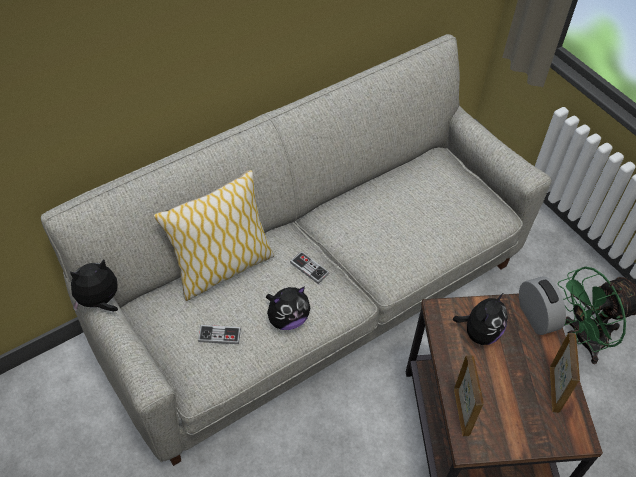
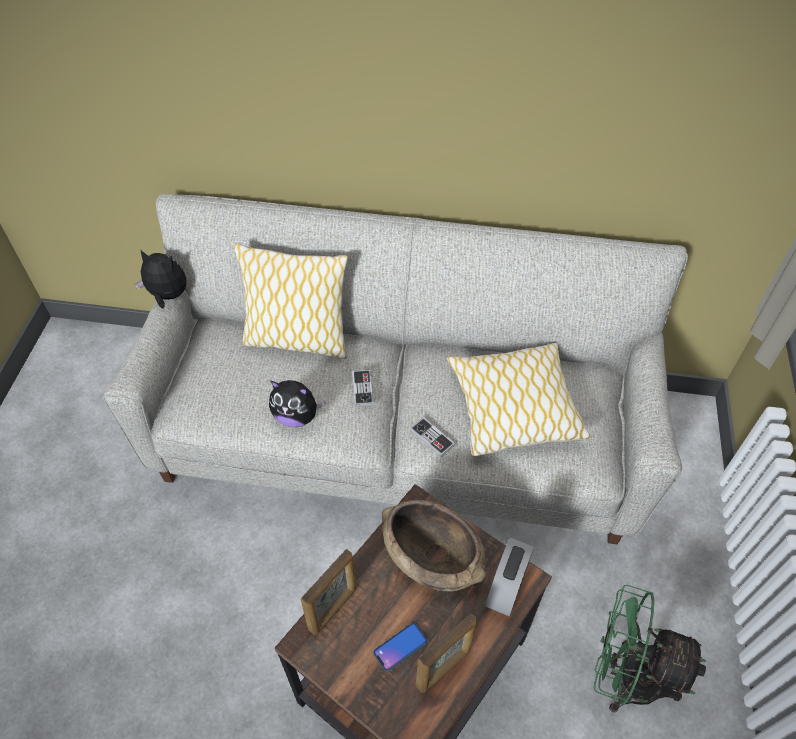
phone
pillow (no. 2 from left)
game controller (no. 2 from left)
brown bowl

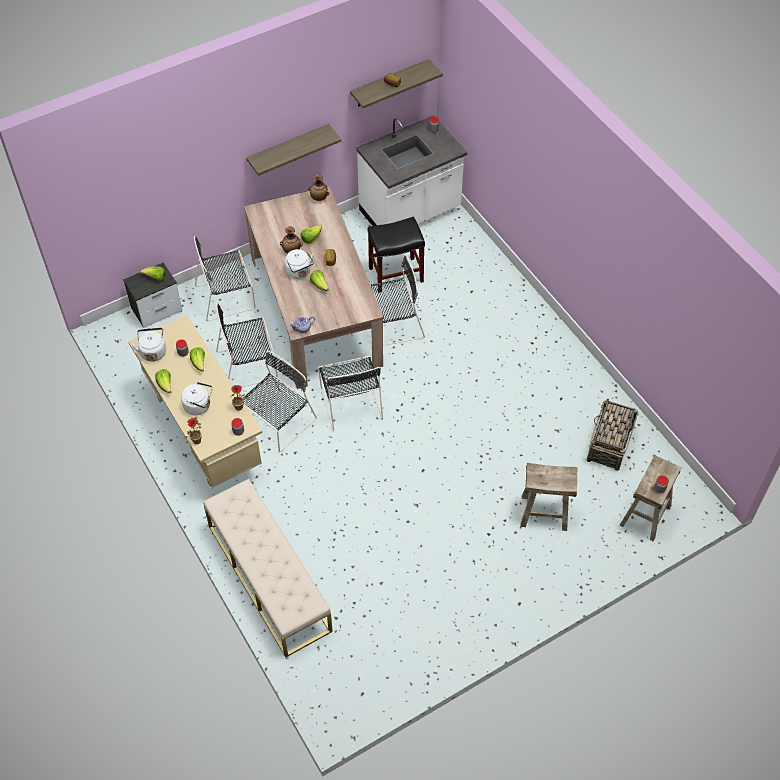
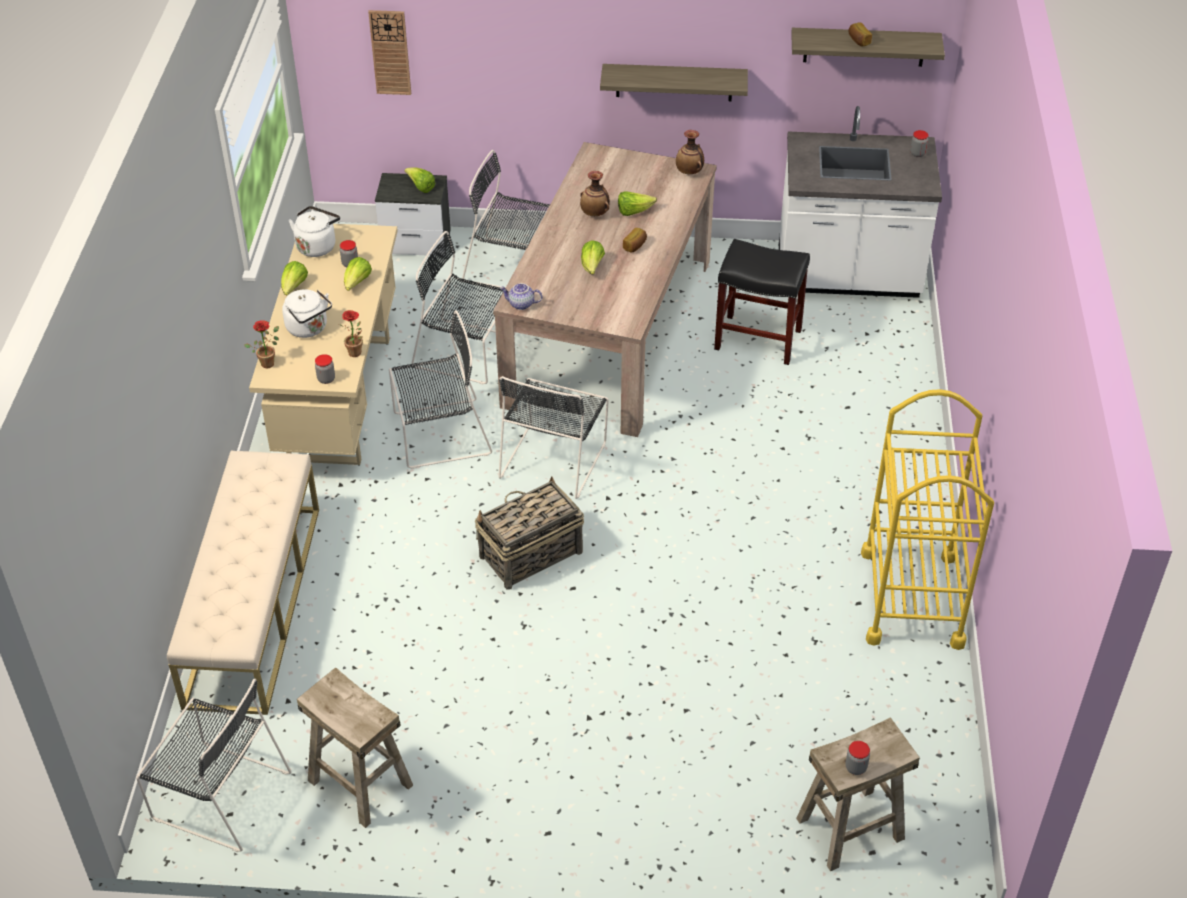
white kettle (no. 3 from left in the first image)
wall clock
yellow cart
black chair (no. 1 from left)
beige stool (no. 1 from left)
basket

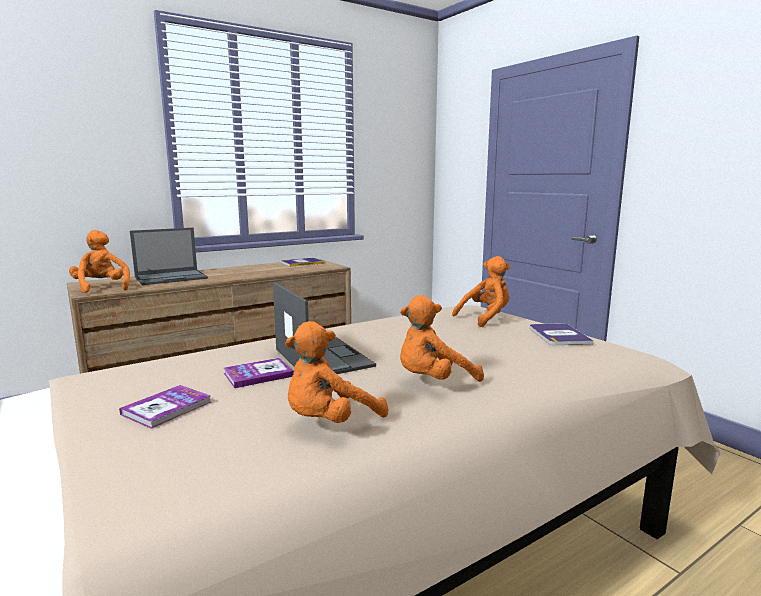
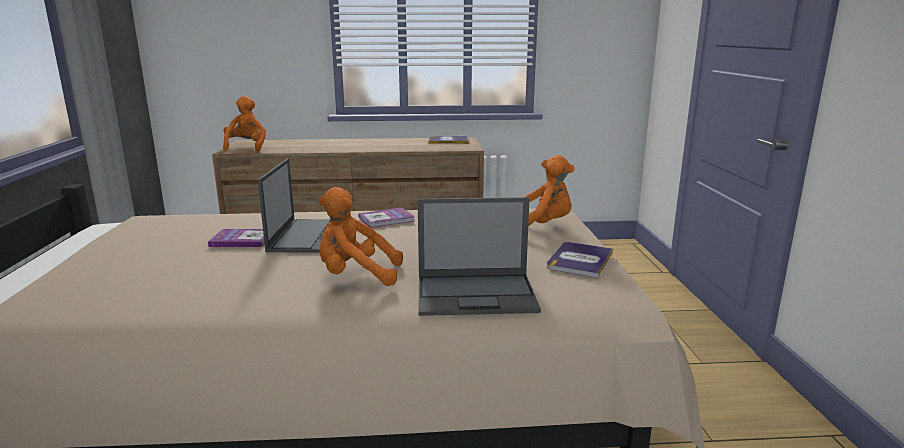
orange plush toy (no. 2 from left in the first image)
book (no. 2 from left)
laptop (no. 2 from left)

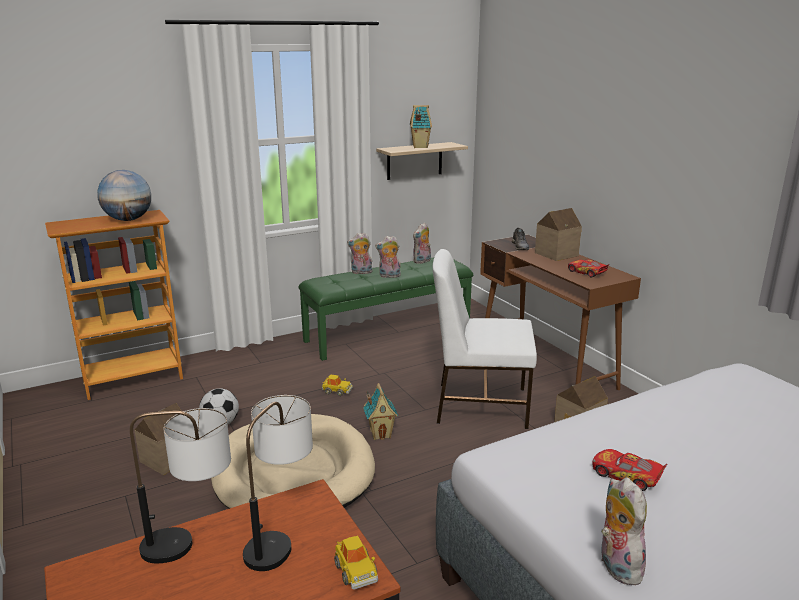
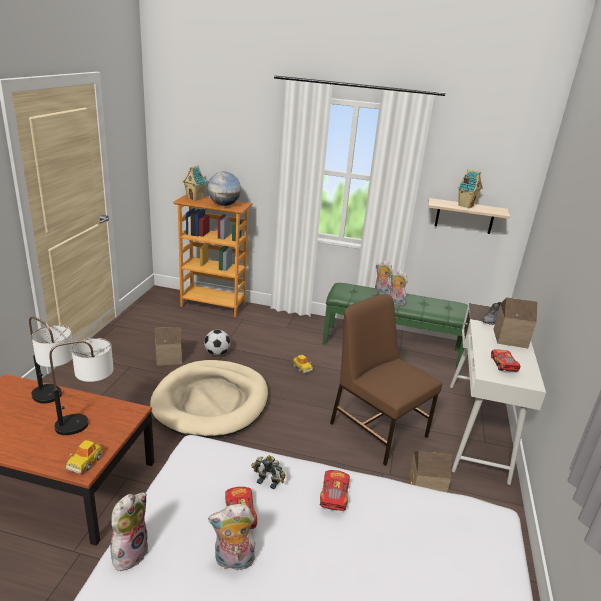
toy robot
toy car (no. 4 from left)
toy house (no. 2 from left)
plush toy (no. 2 from left)
brown chair
white desk

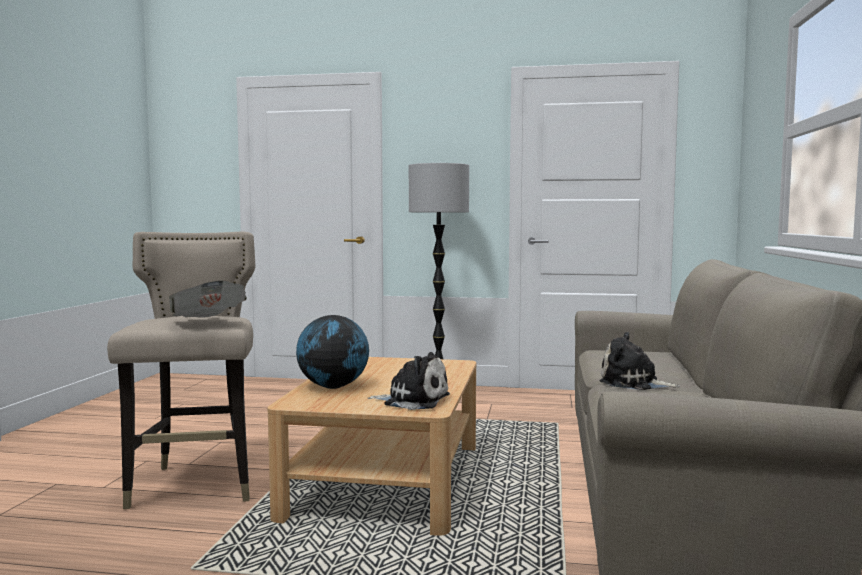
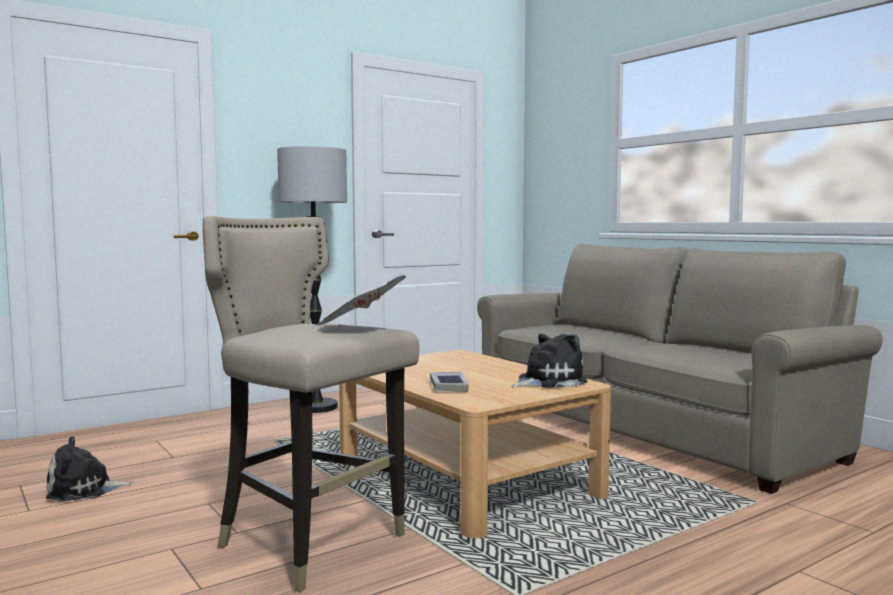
plush toy (no. 1 from left)
book

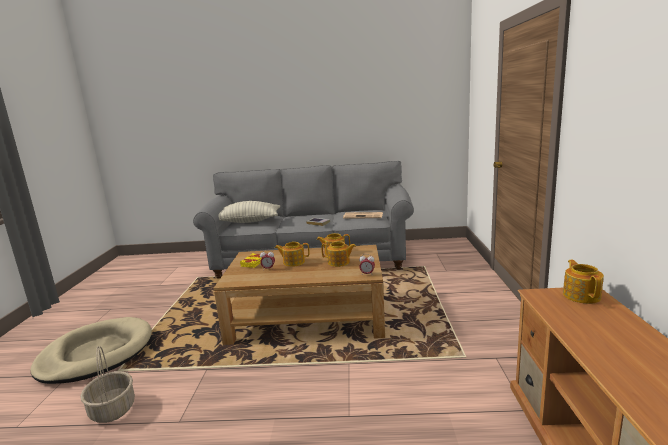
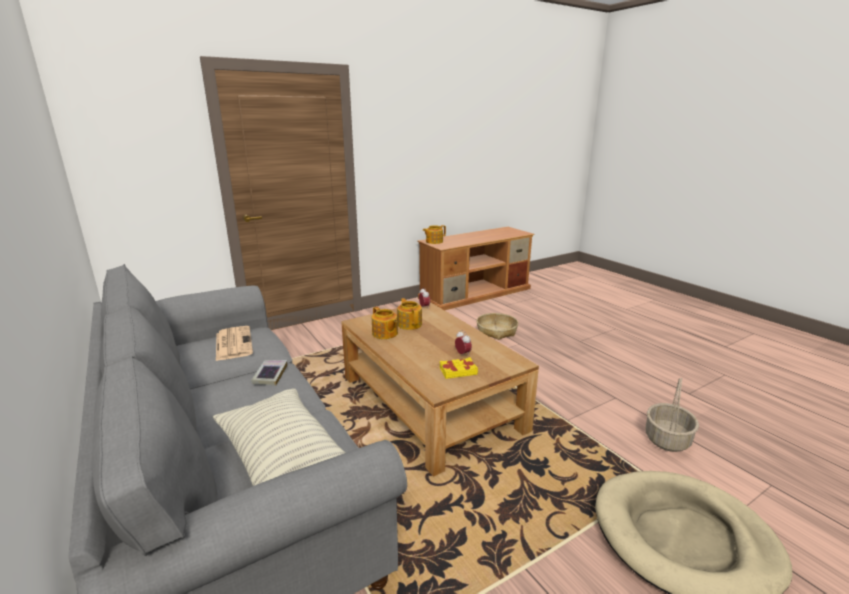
teapot (no. 1 from left in the first image)
basket (no. 1 from left)

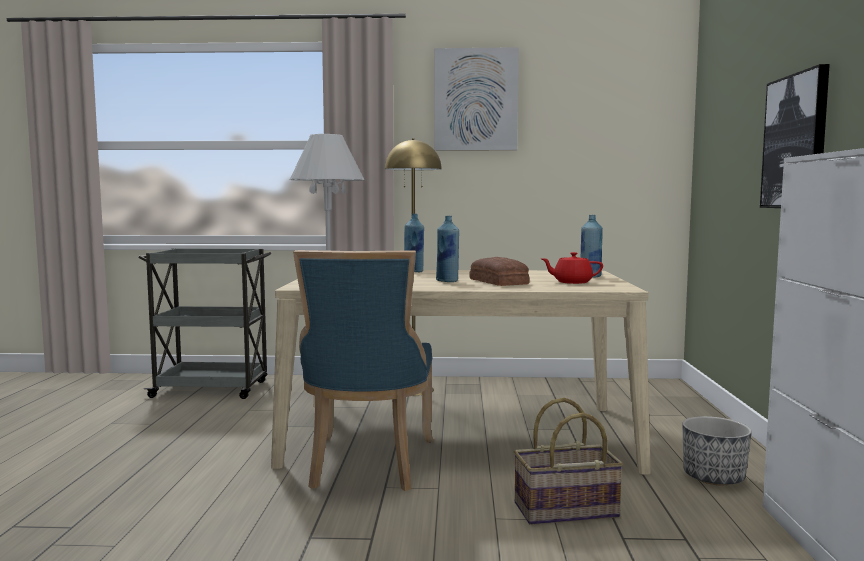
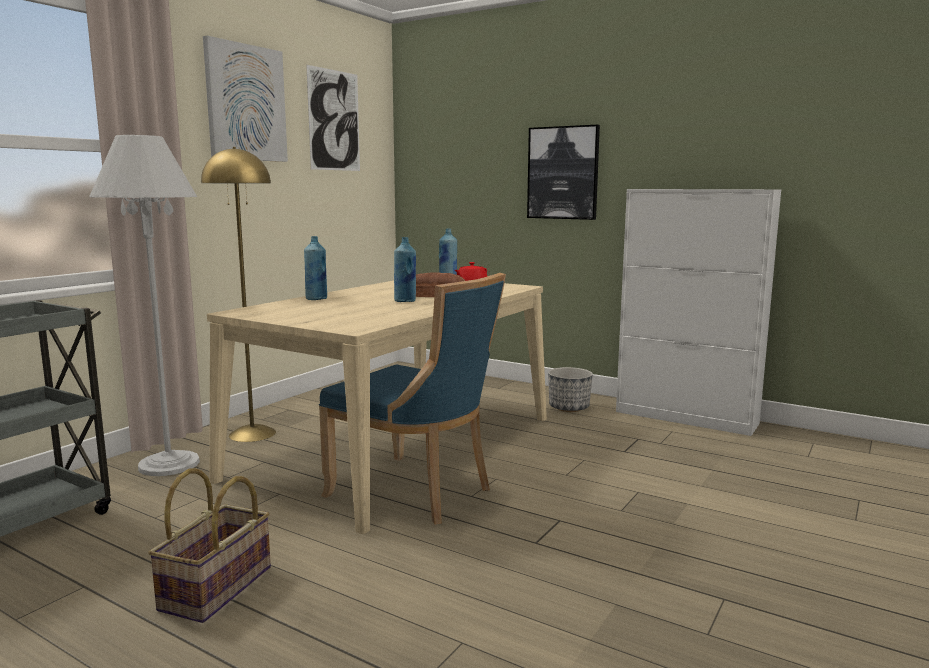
picture (no. 2 from left)
basket

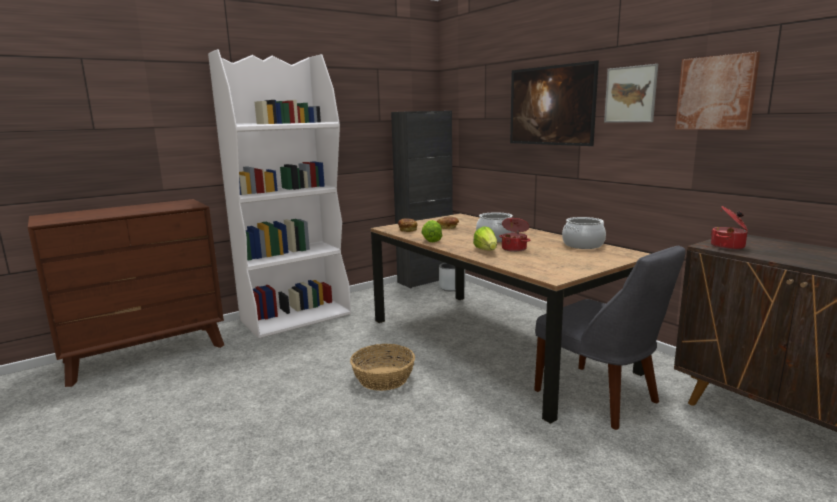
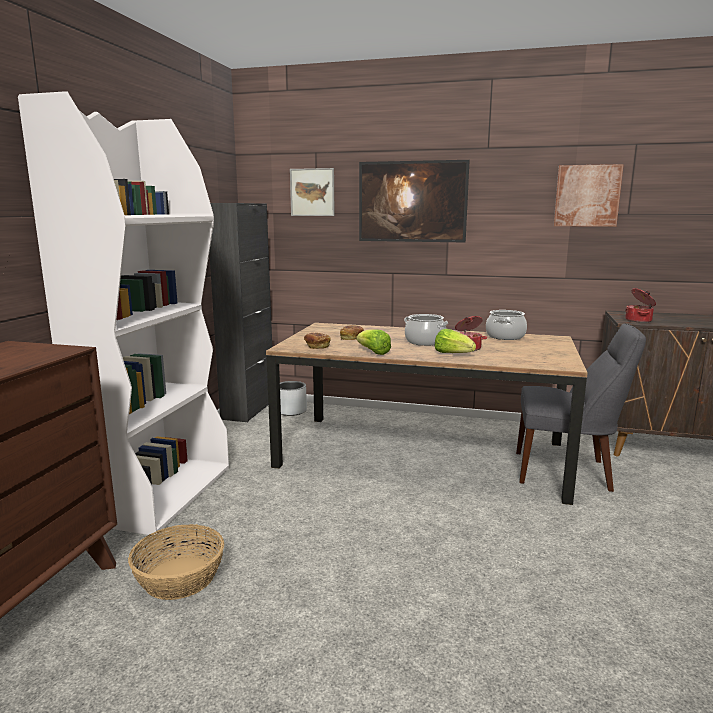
basket
picture (no. 1 from left)

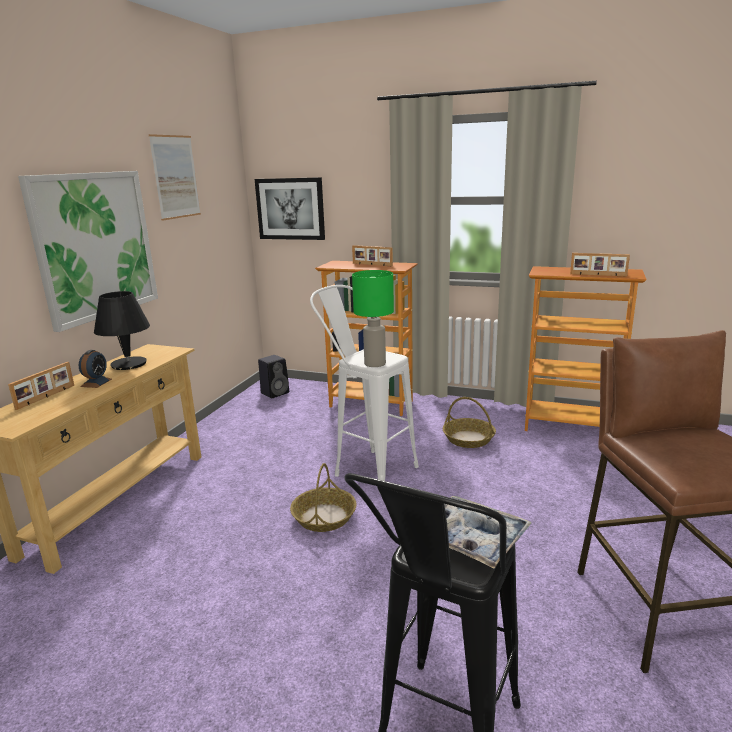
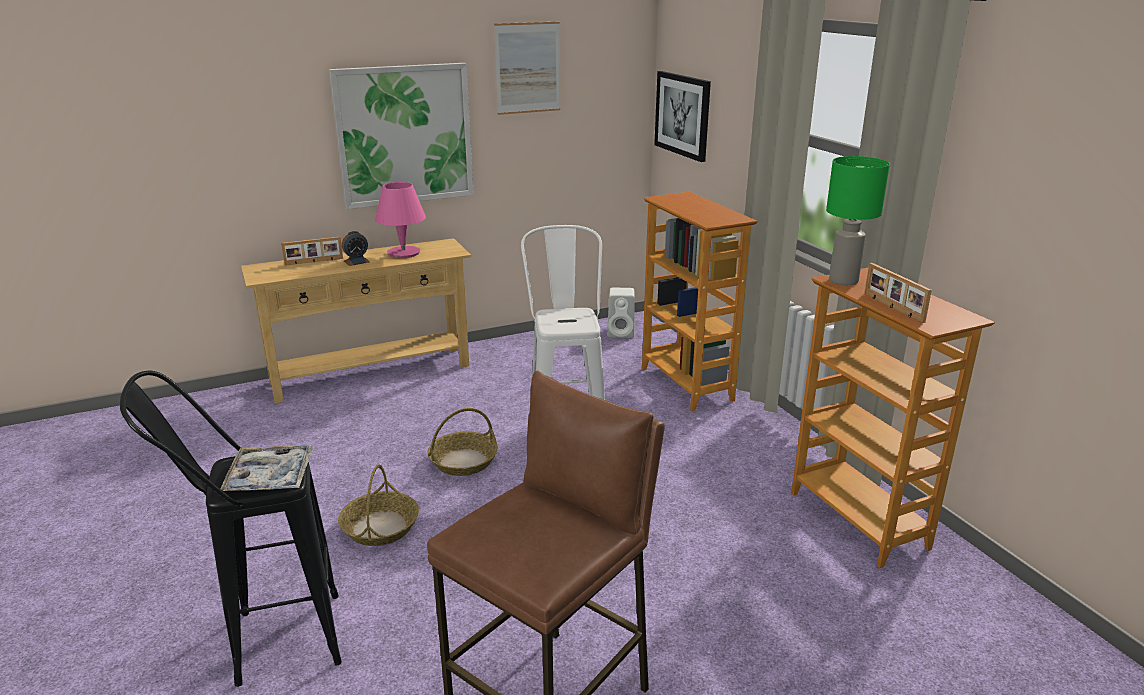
picture frame (no. 2 from left in the first image)
green table lamp
basket (no. 1 from left)
pink table lamp
white speaker

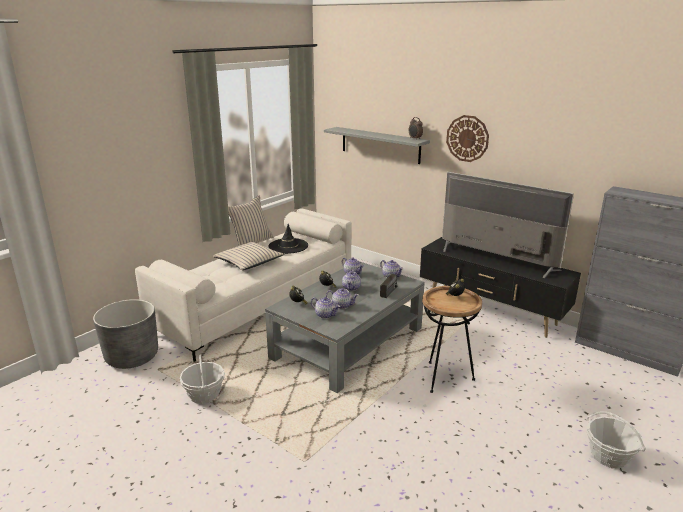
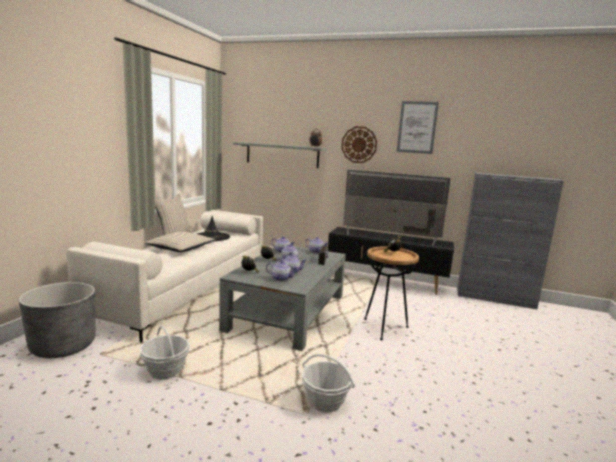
picture
basket (no. 2 from left)

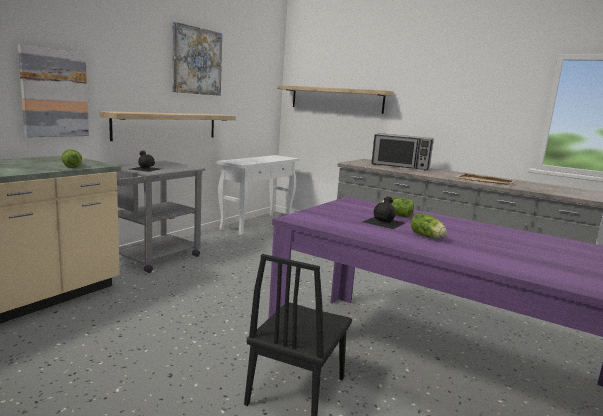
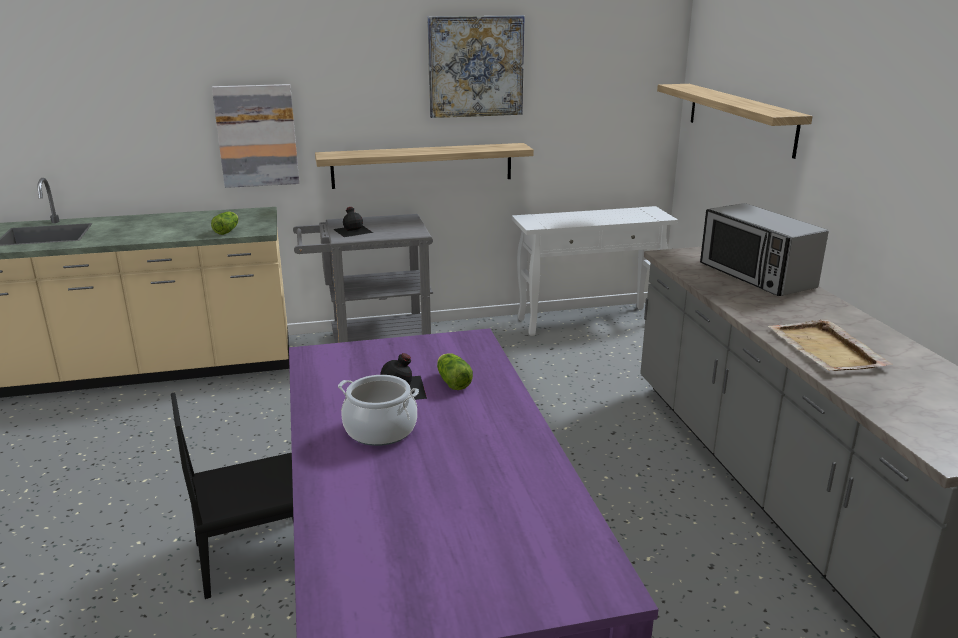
cooking pot

